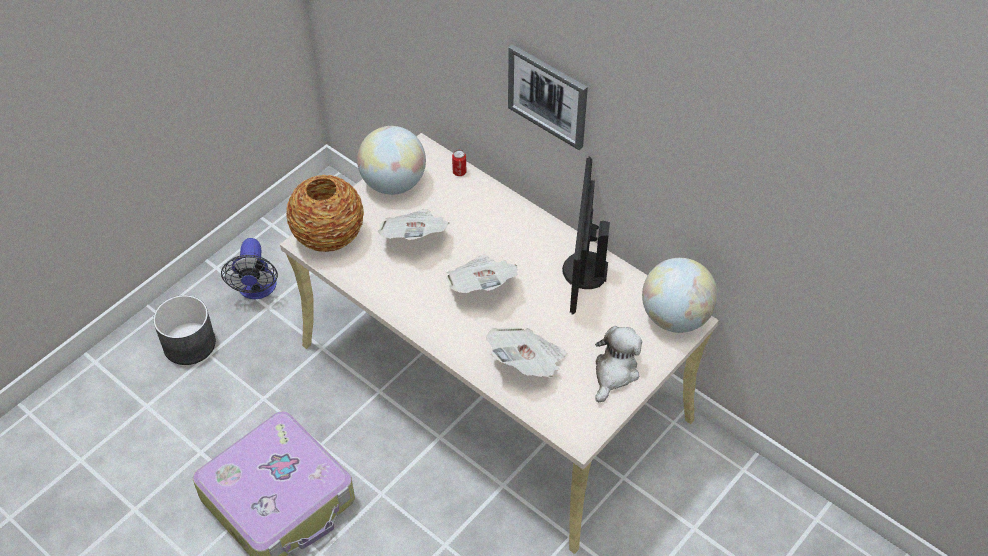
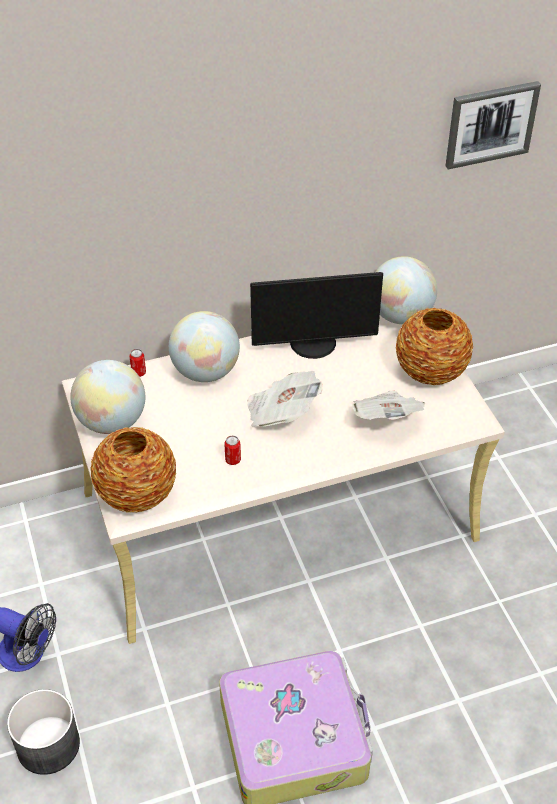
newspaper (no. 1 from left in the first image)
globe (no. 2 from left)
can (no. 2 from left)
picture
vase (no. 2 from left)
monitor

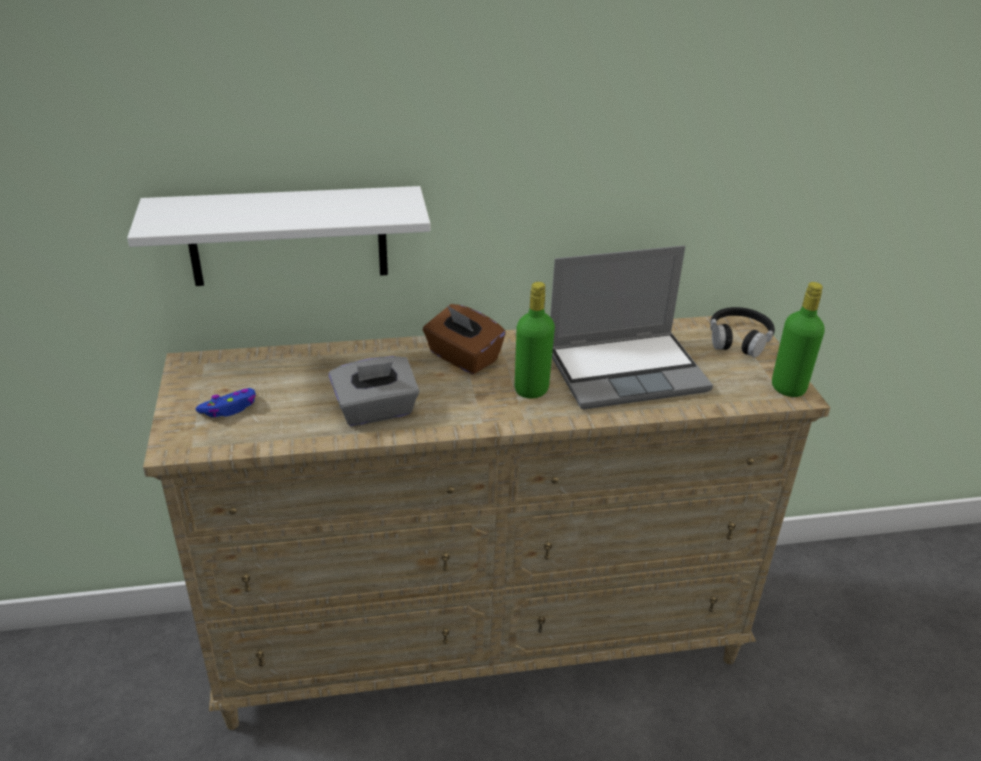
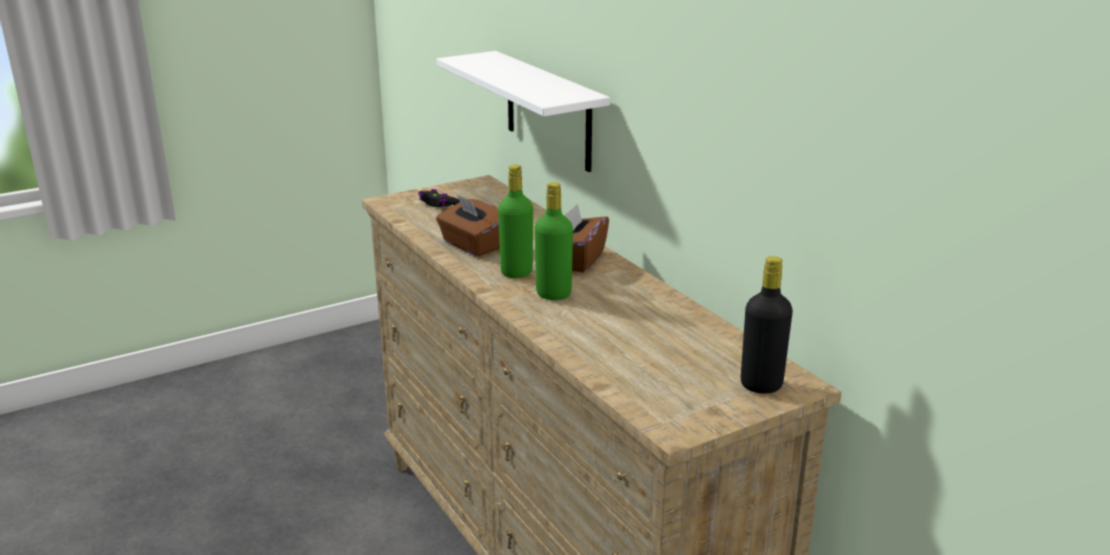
laptop
green bottle (no. 1 from left)
black bottle
black game controller
brown tissue box (no. 1 from left)

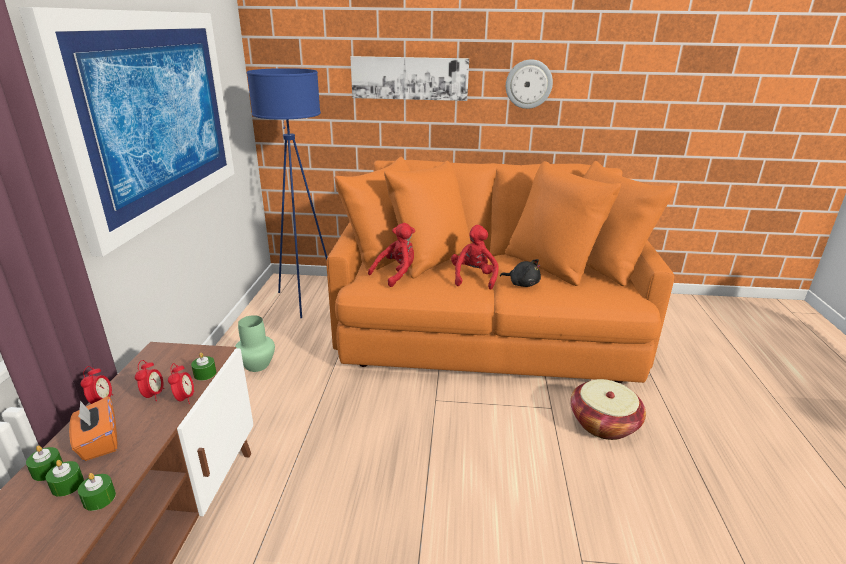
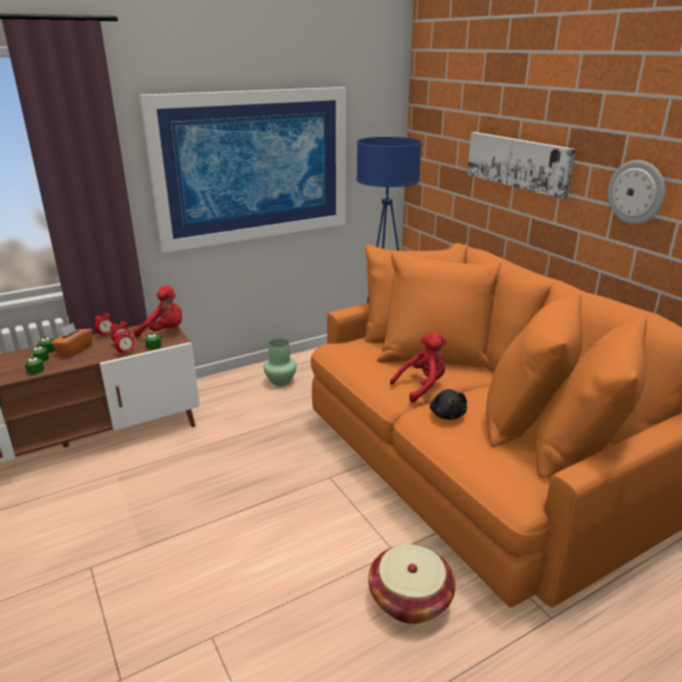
red plush toy (no. 1 from left)

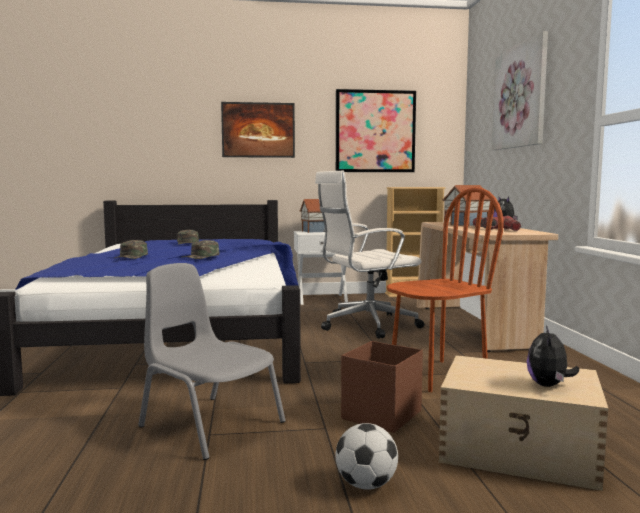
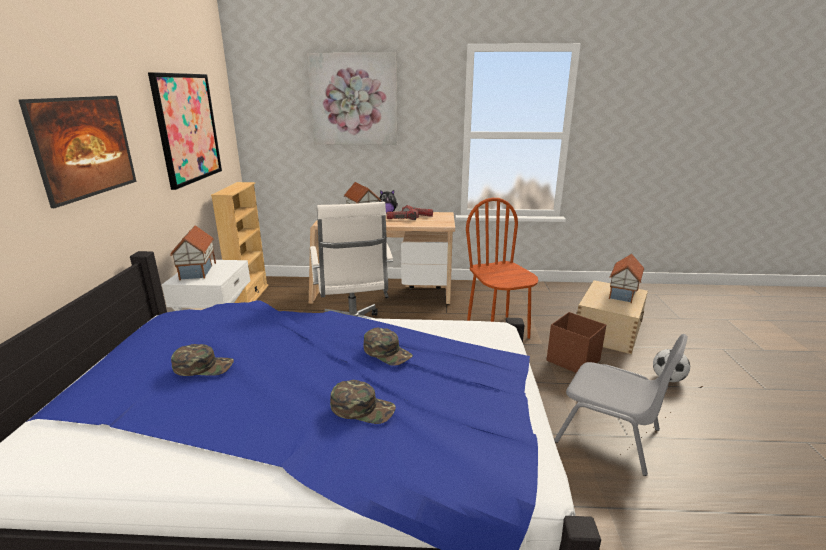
toy house (no. 3 from left)
grey chair

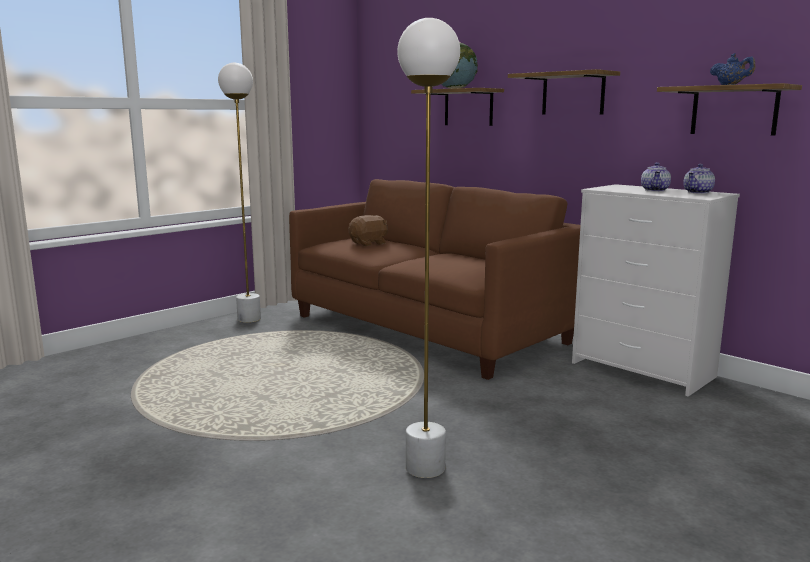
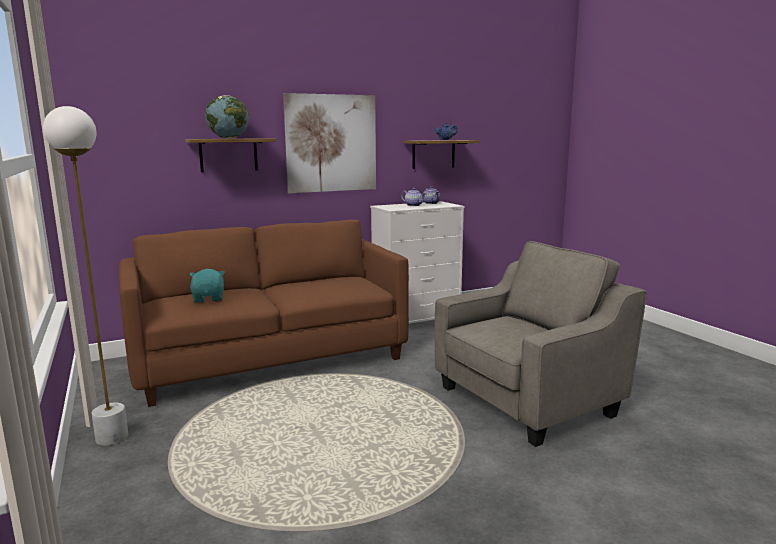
grey armchair
picture
turquoise plush toy

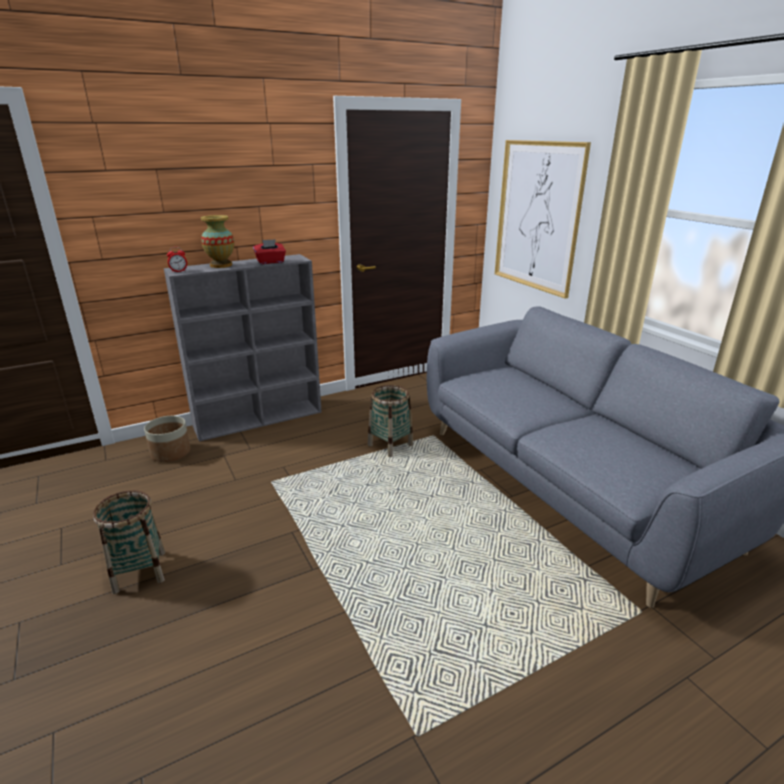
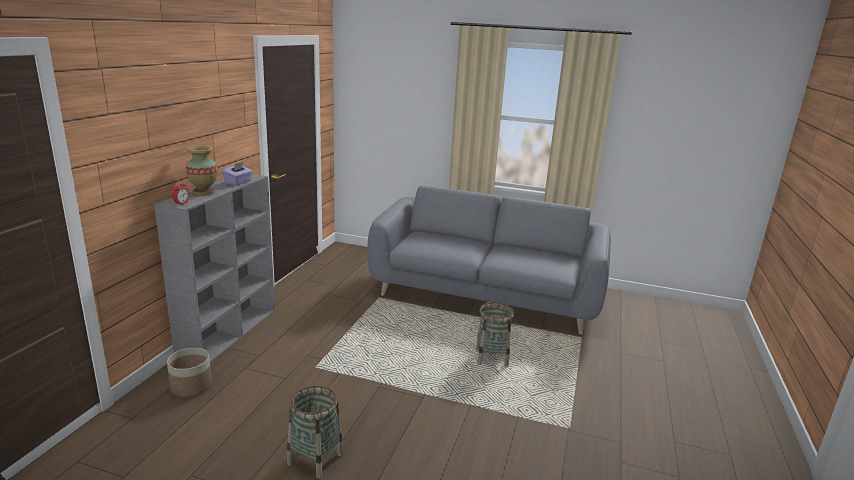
picture
basket (no. 2 from left)
purple tissue box

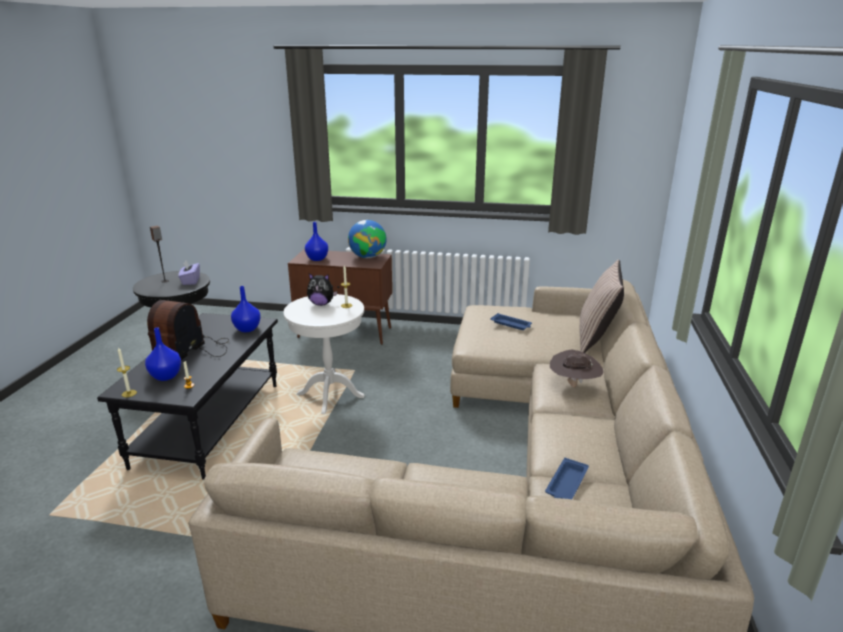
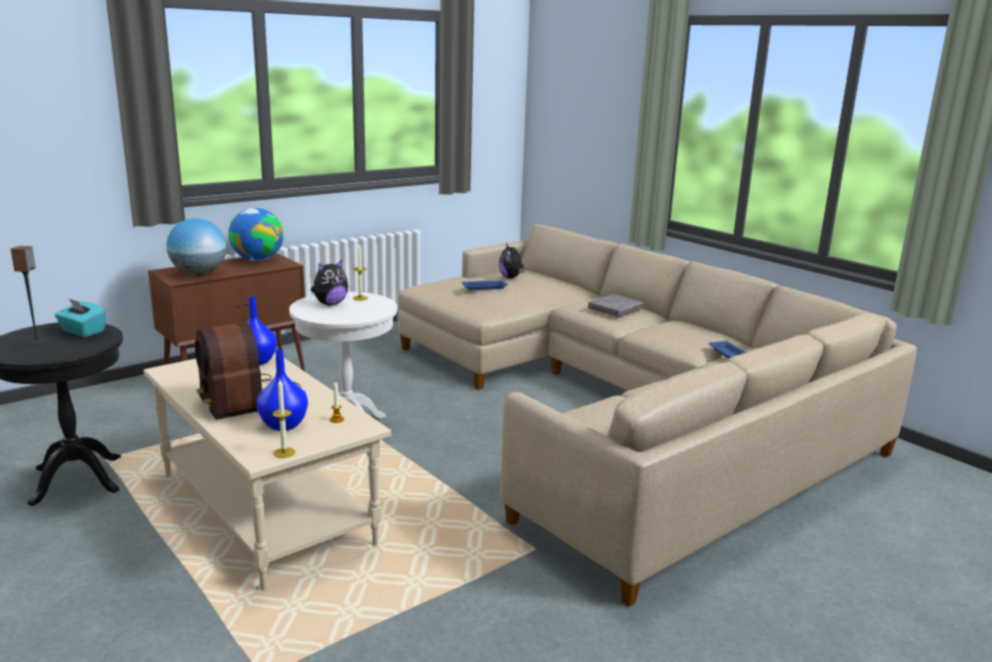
pillow
plush toy (no. 2 from left)
globe (no. 1 from left)
grey book
beige coffee table
turquoise tissue box

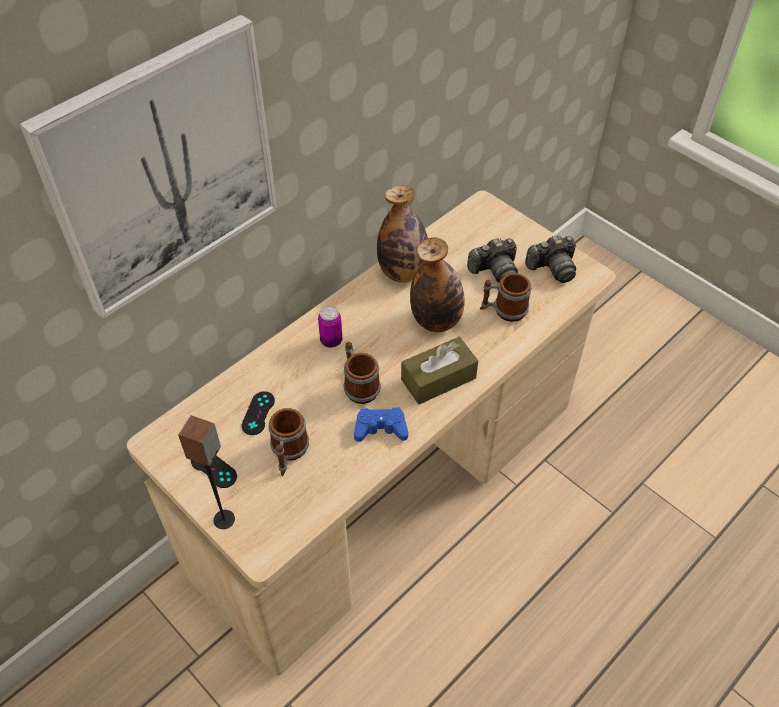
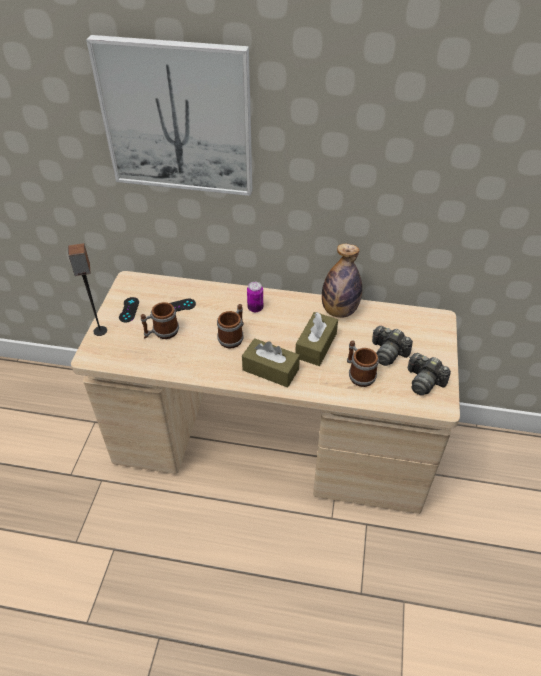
blue game controller
brown tissue box (no. 2 from left)

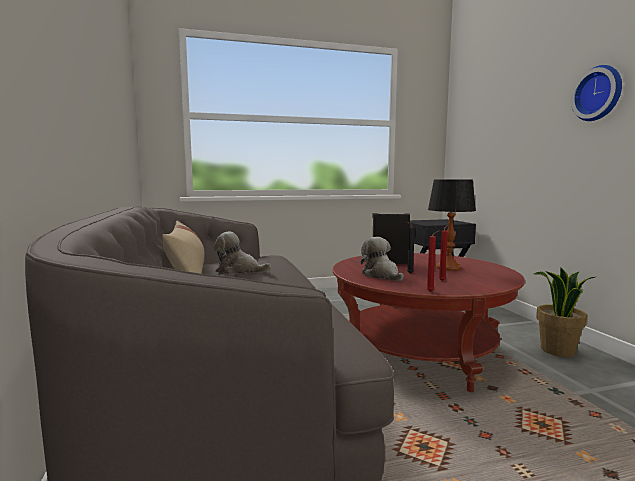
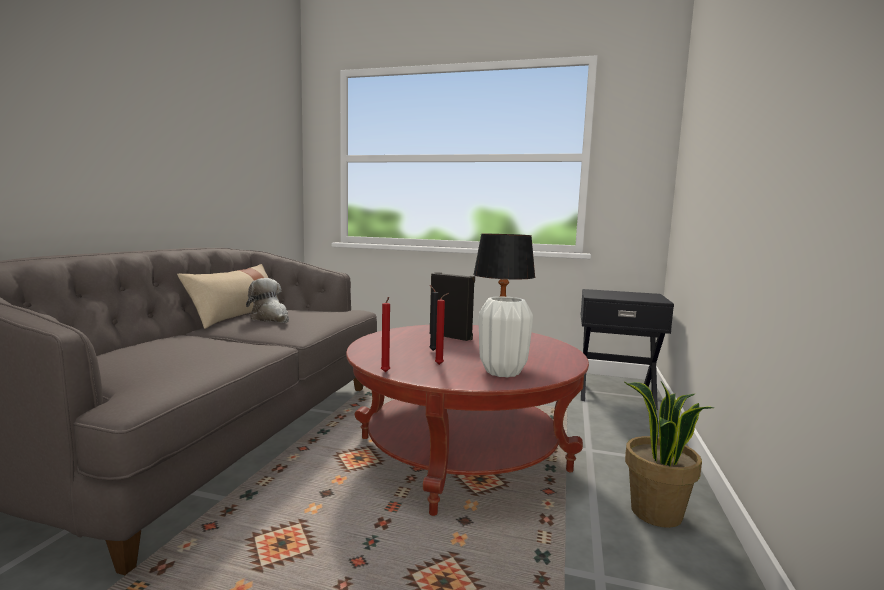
plush toy (no. 2 from left in the first image)
wall clock
white vase

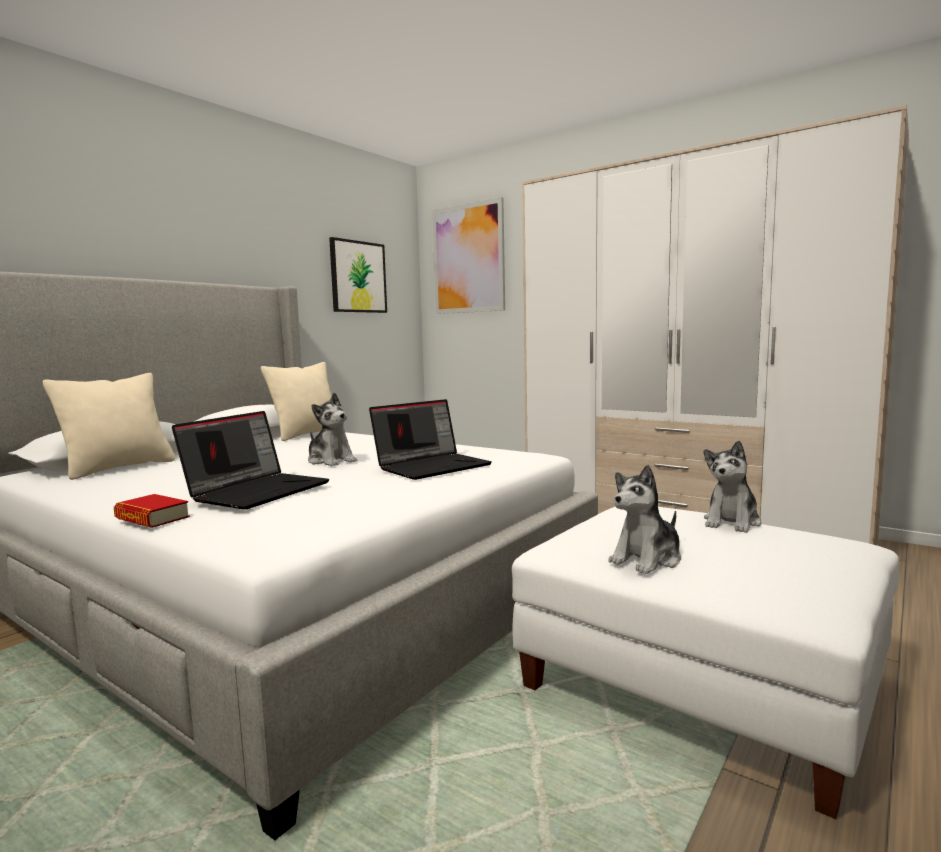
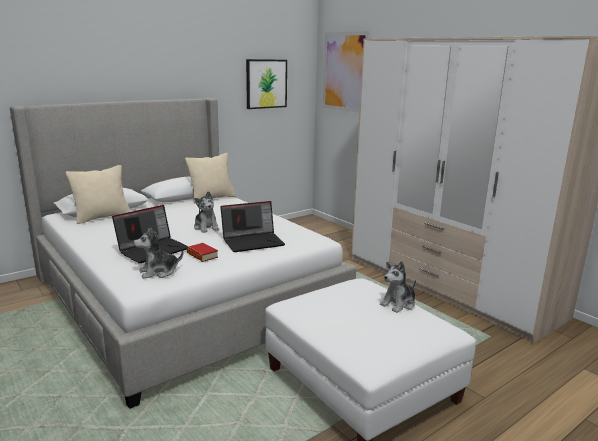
book
plush toy (no. 1 from left)

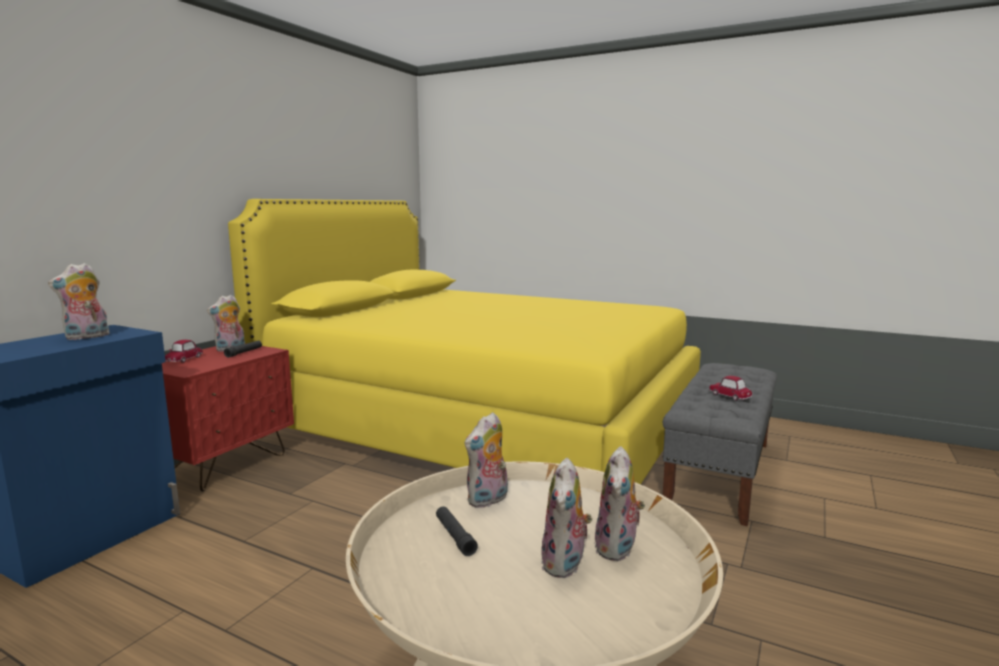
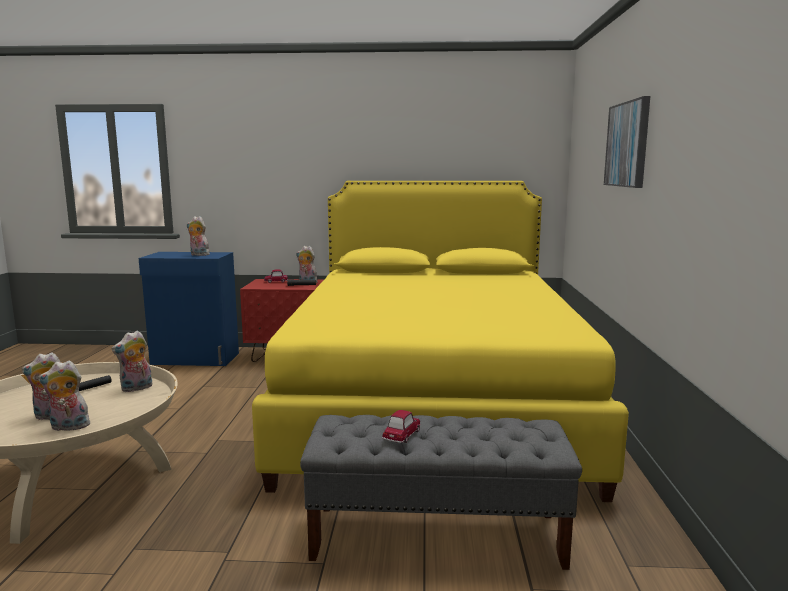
picture
plush toy (no. 3 from left)

